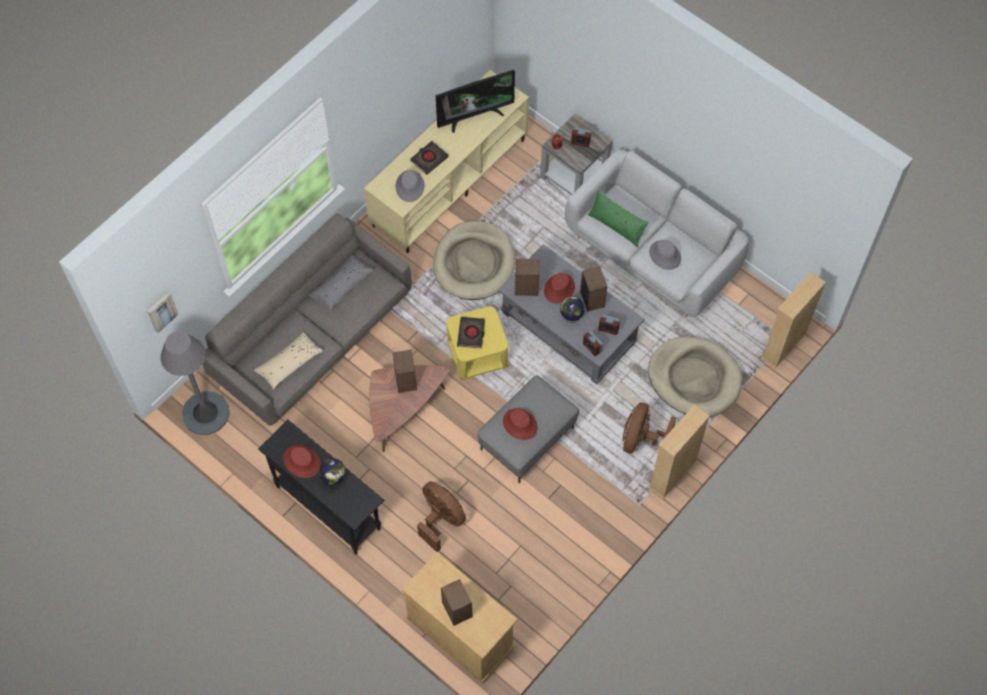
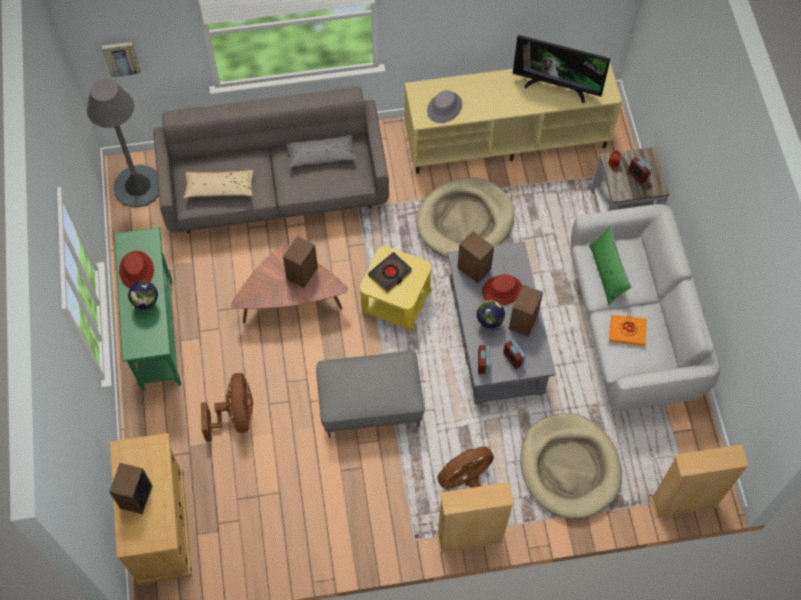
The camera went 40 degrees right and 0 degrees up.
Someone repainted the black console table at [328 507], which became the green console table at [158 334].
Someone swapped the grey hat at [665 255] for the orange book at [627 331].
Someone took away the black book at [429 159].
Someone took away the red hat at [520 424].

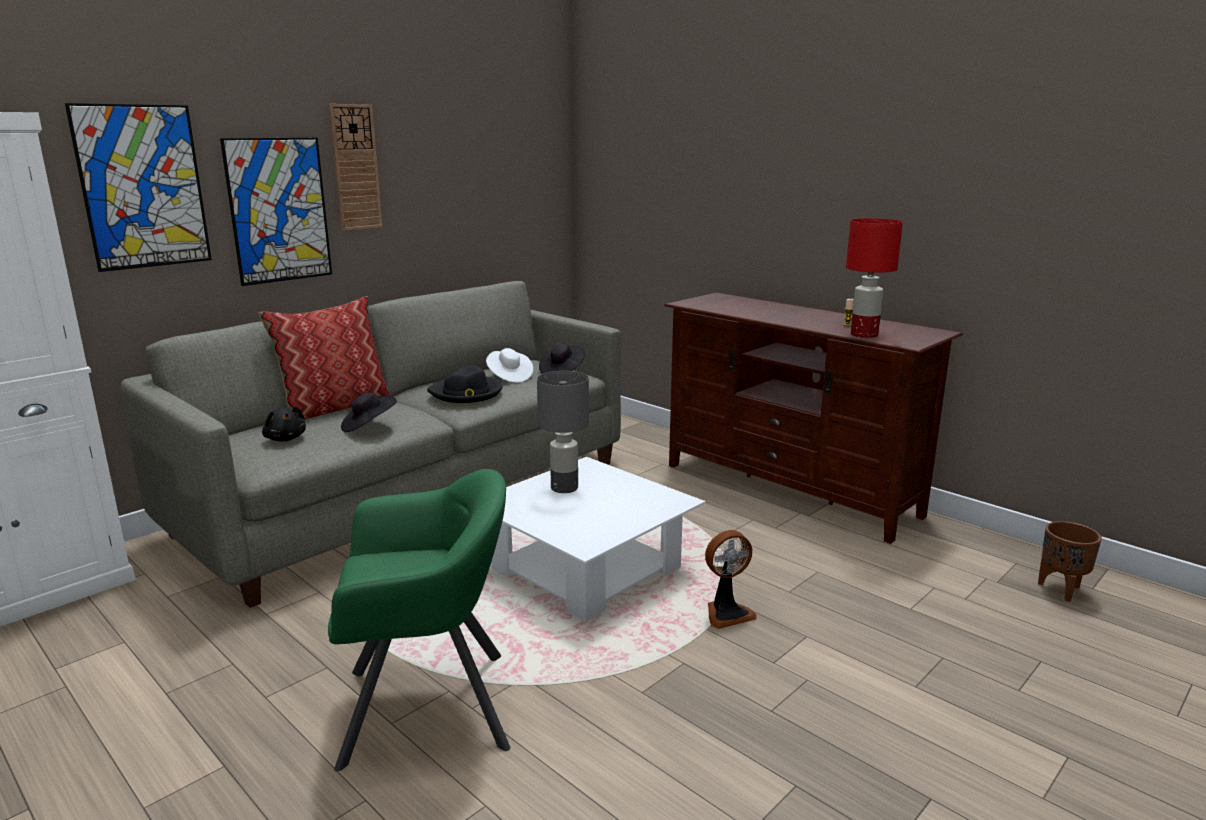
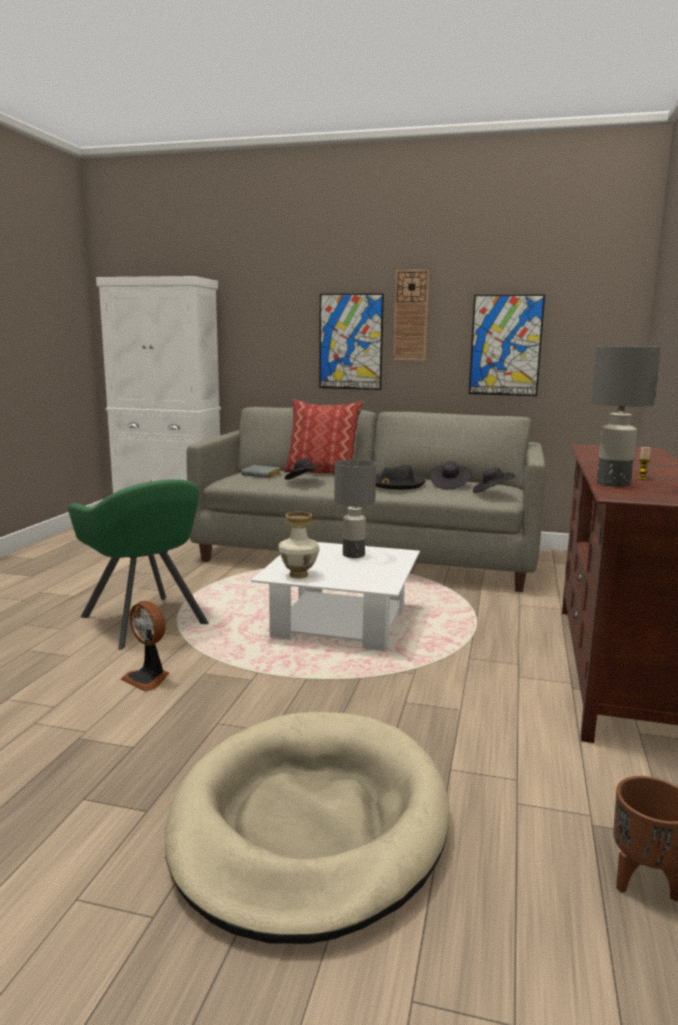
The camera went 60 degrees right and 5 degrees down.
Someone carried the fan from [726 613] to [148 678].
Someone put down the beige dog bed at [310 824].
Someone swapped the black plush toy at [285 438] for the grey book at [262 475].
Someone put down the vase at [299 575].
Someone repainted the white hat at [509 377], which became the black hat at [449 485].
Someone carried the picture from [143 187] to [505 345].
Someone repainted the red table lamp at [863 335], which became the grey table lamp at [612 483].

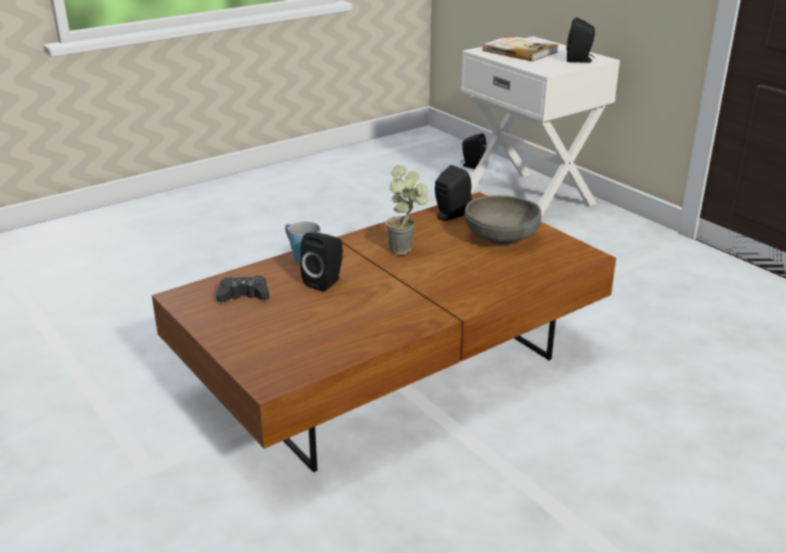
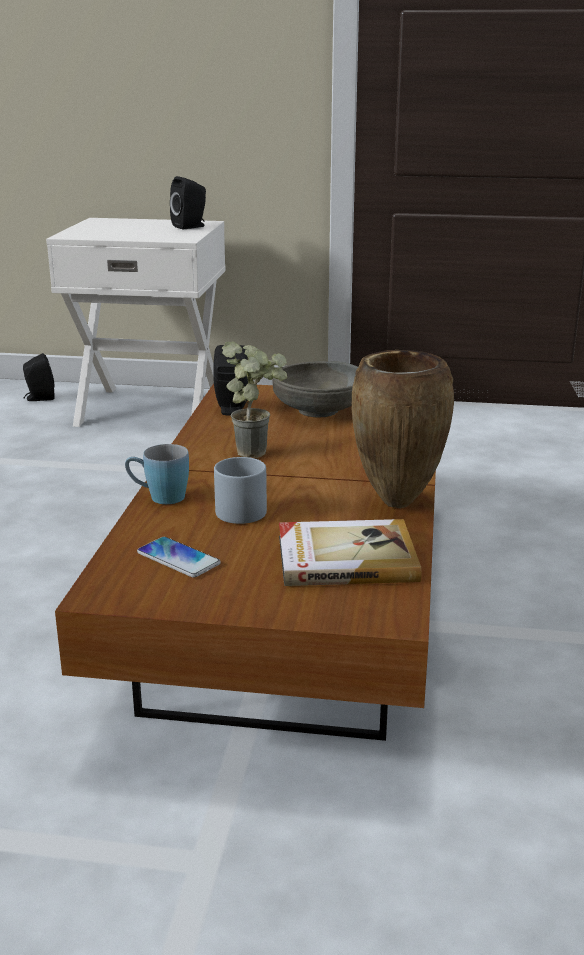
The camera went 45 degrees left and 5 degrees down.
Someone swapped the black game controller at [244 296] for the phone at [178 558].
Someone swapped the black speaker at [325 282] for the grey mug at [239 508].
Someone carried the book from [520 51] to [345 557].
Someone put down the brown vase at [396 504].

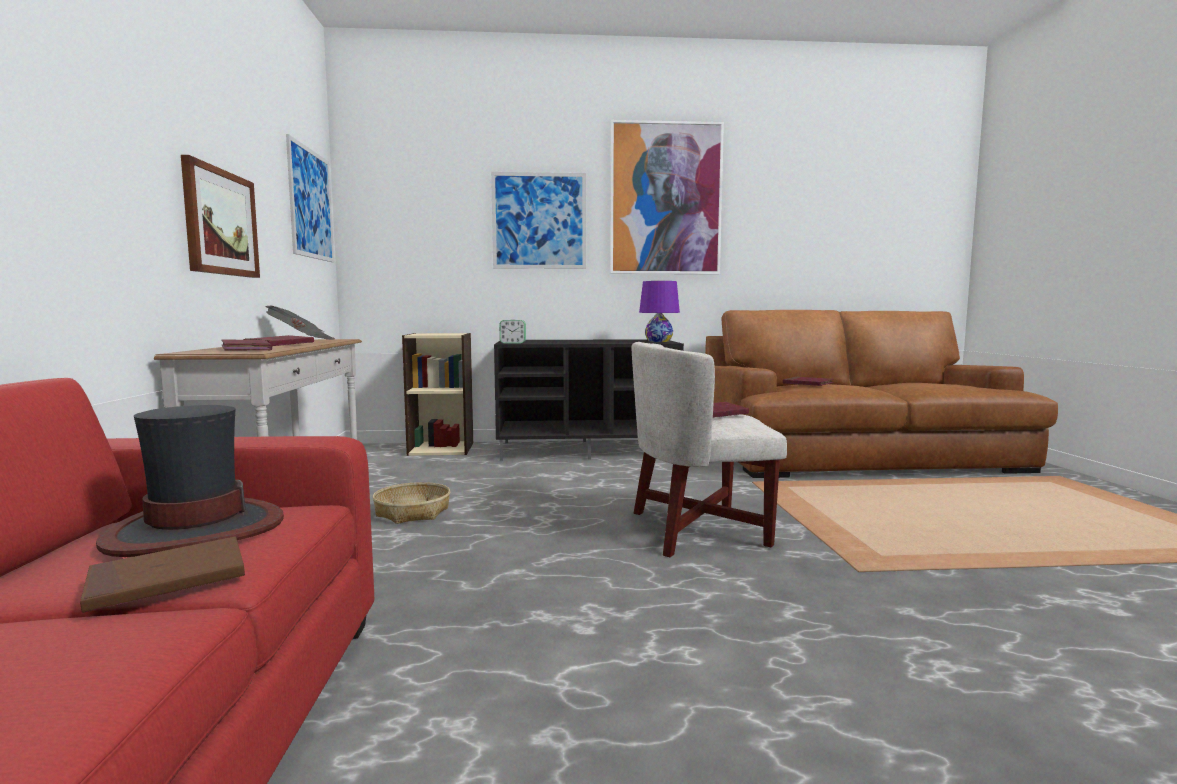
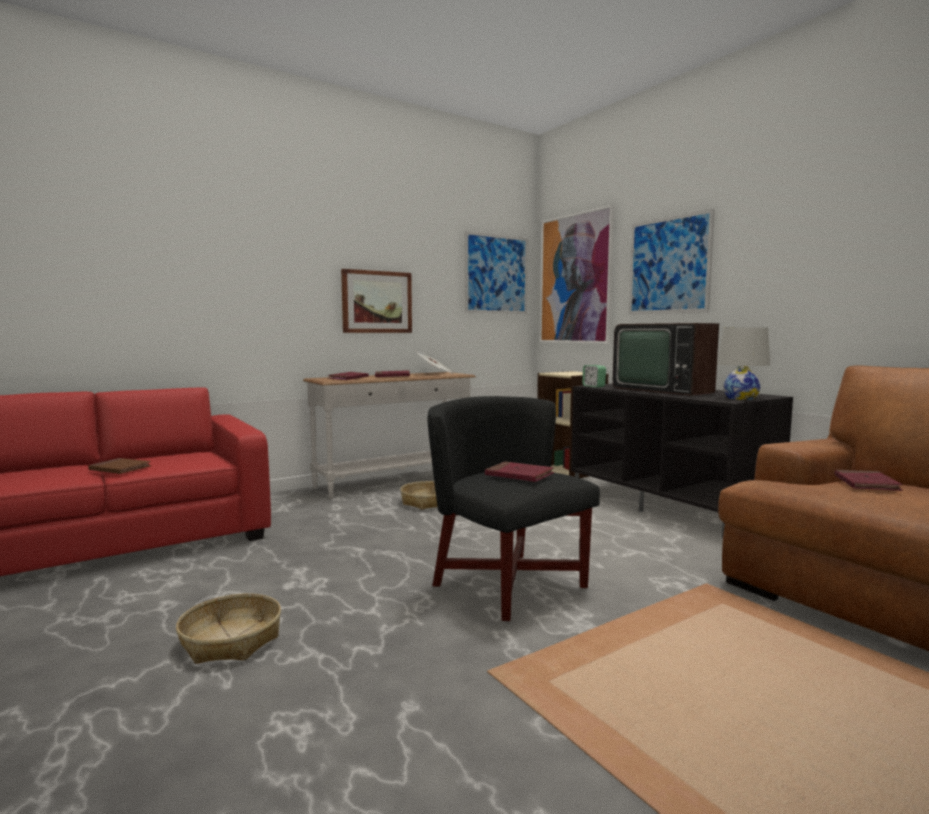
The camera went 60 degrees right and 0 degrees up.
Someone put down the basket at [231 641].
Someone repainted the white armchair at [696 530], which became the black armchair at [510 584].
Someone carried the picture from [665 199] to [575 279].
Someone put down the television at [664 389].
Someone repainted the purple table lamp at [658 341], which became the white table lamp at [740 398].
Someone took away the hat at [195 529].

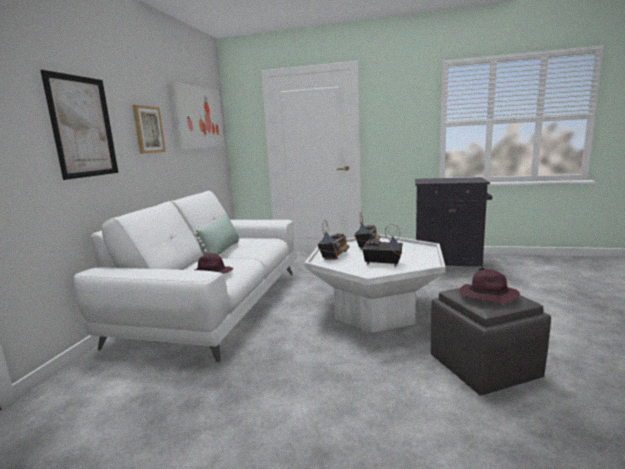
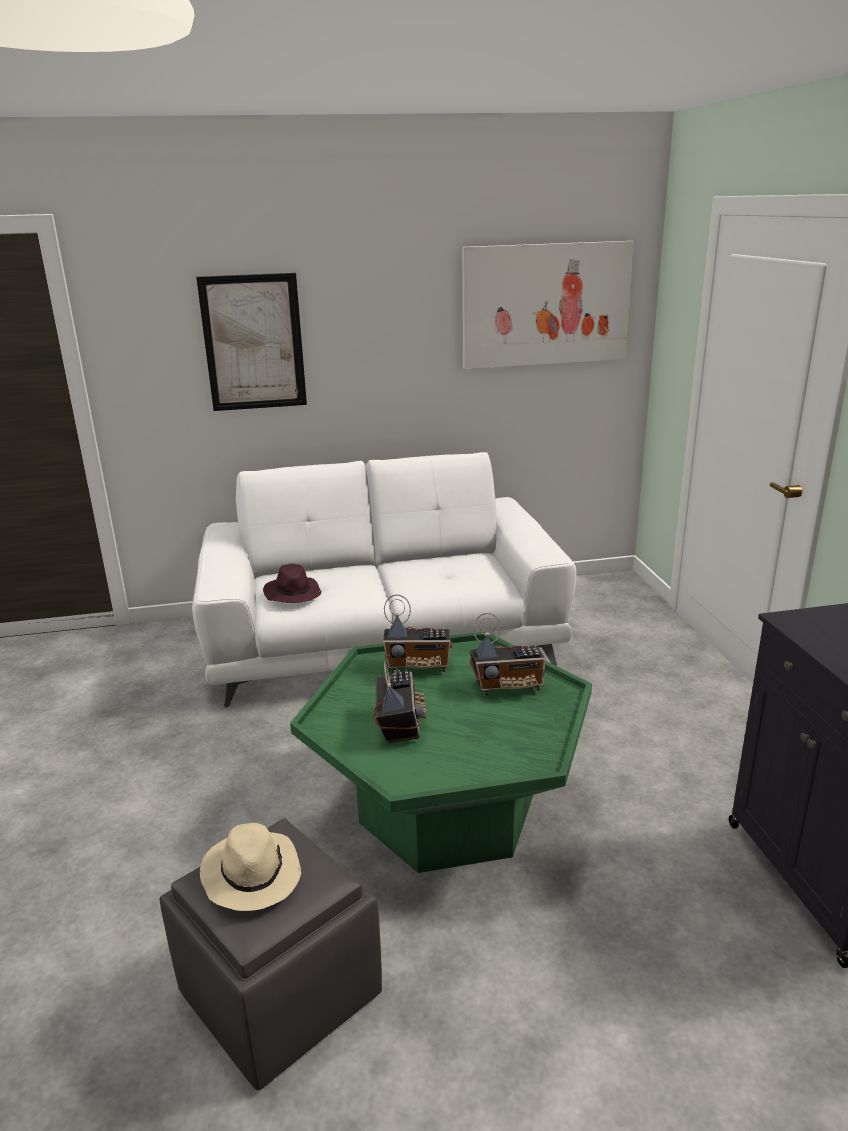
The camera went 65 degrees right and 10 degrees up.
Someone repainted the purple hat at [487 296], which became the beige hat at [251 874].
Someone repainted the white coffee table at [375 311], which became the green coffee table at [447 808].
Someone took away the picture at [148 129].
Someone took away the green pillow at [221 251].

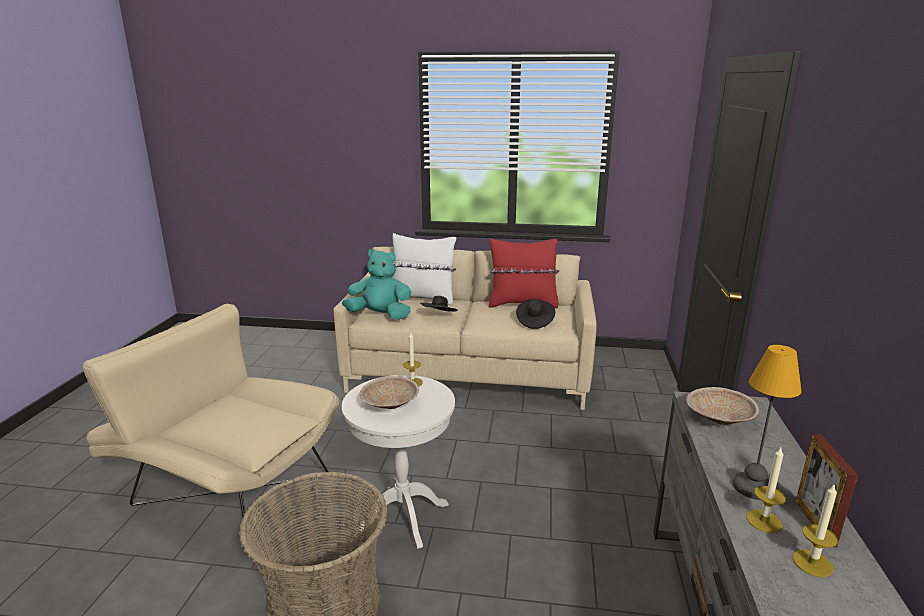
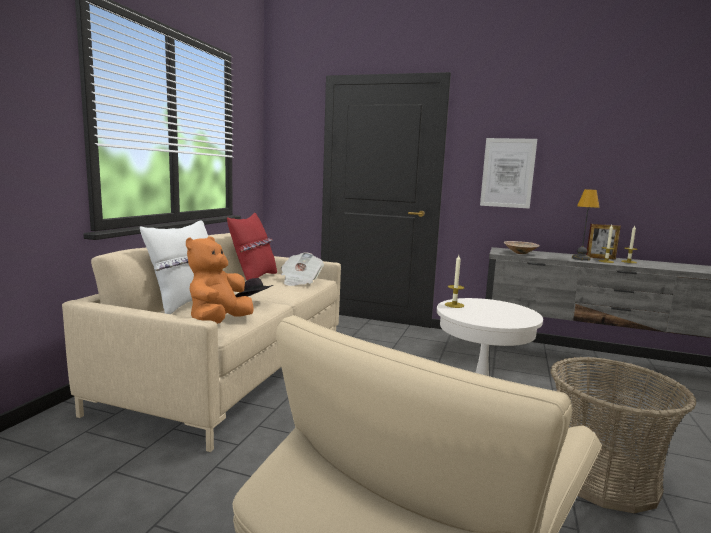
The camera went 80 degrees left and 10 degrees down.
Someone repainted the turquoise plush toy at [380 316], which became the orange plush toy at [218 323].
Someone swapped the black hat at [534 322] for the newspaper at [300 281].
Someone put up the picture at [507 173].
Someone took away the beige bowl at [389 405].

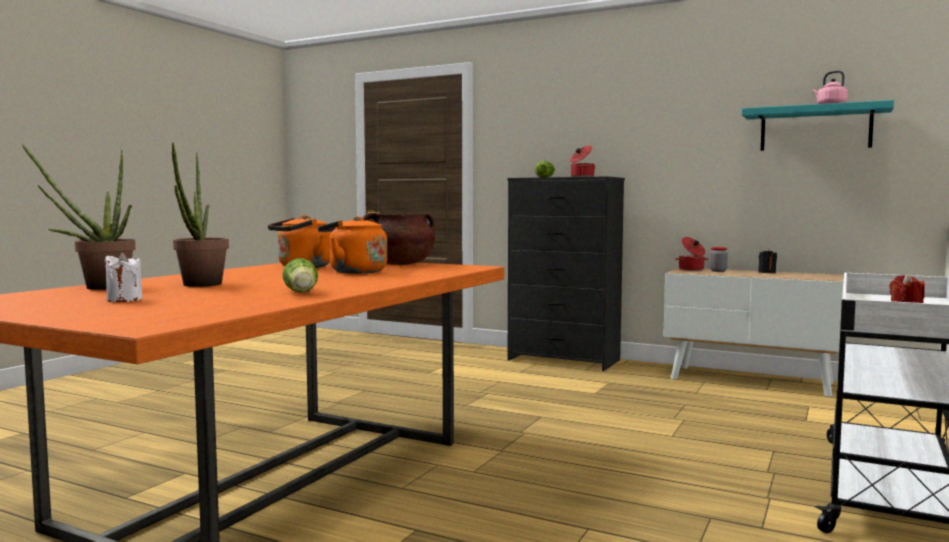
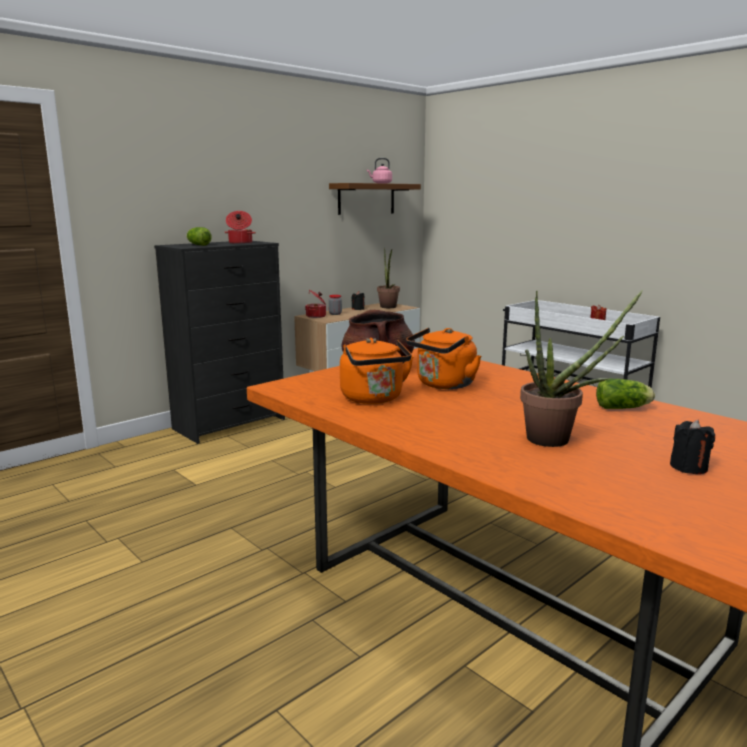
The camera went 70 degrees left and 10 degrees up.
Someone repainted the turquoise shelf at [815 129], which became the brown shelf at [366 199].
Someone carried the potted plant from [97 287] to [388 307].
Someone repainted the white candle at [124 300], which became the black candle at [688 467].

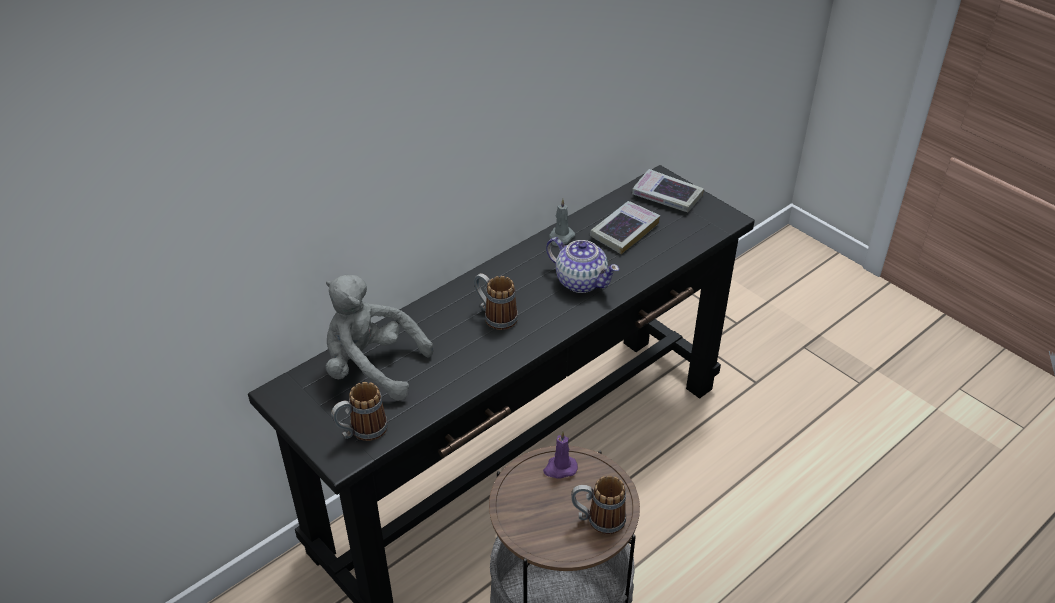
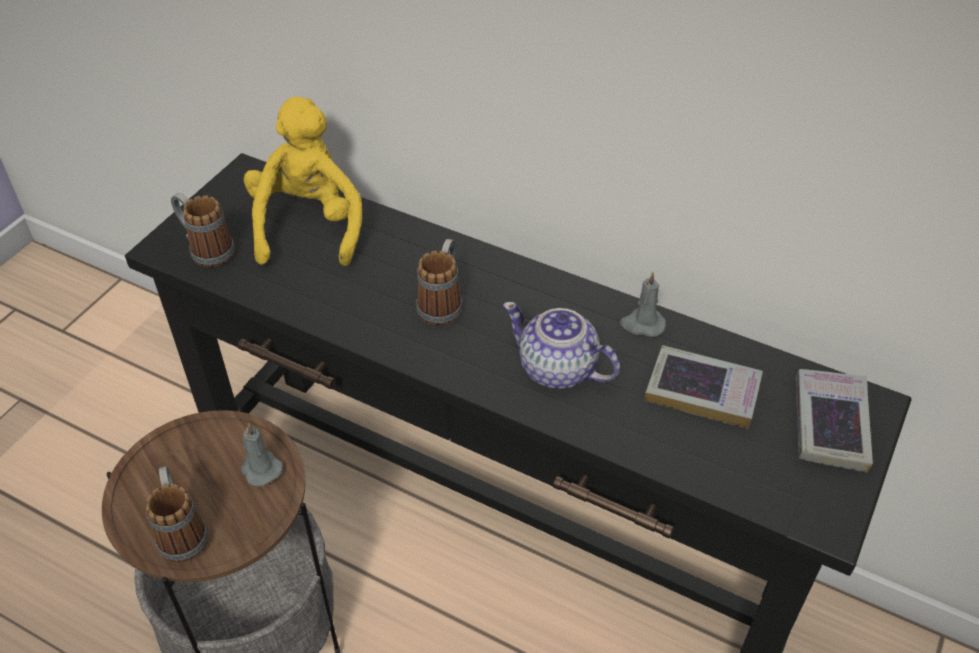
The camera went 70 degrees right and 5 degrees up.
Someone repainted the purple candle at [560 468], which became the grey candle at [260 468].
Someone repainted the grey plush toy at [371 368], which became the yellow plush toy at [308 226].
Someone rotated the teapot at [580 281] by 105 degrees clockwise.

